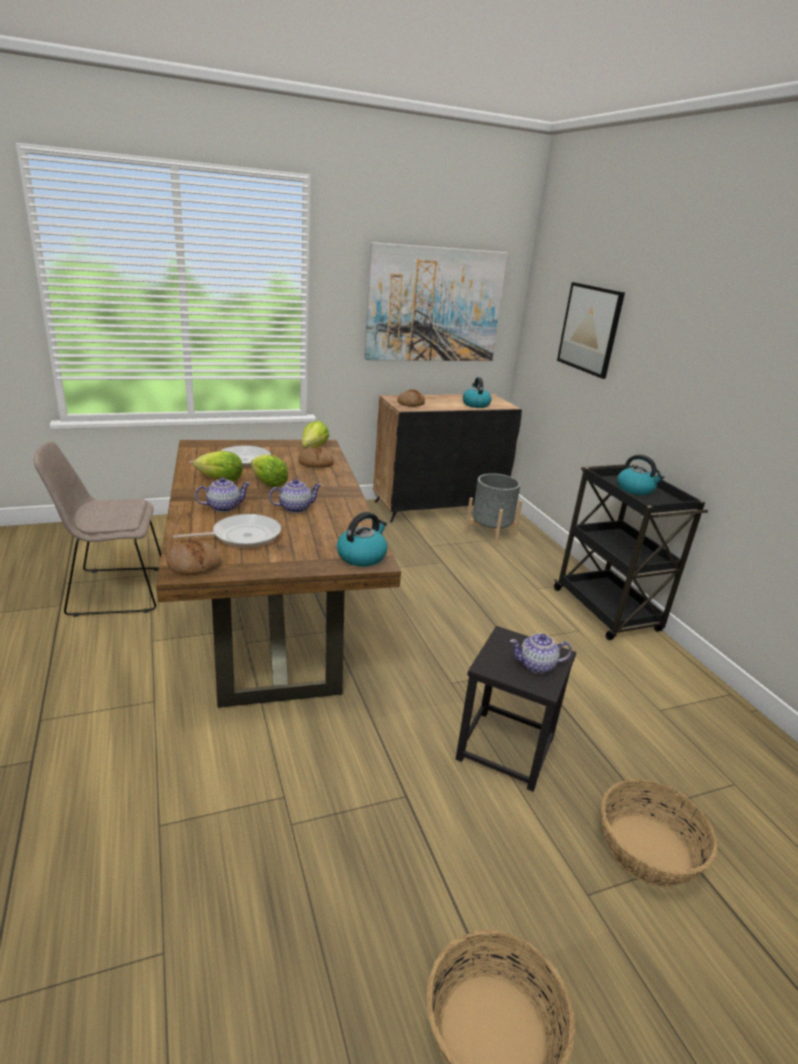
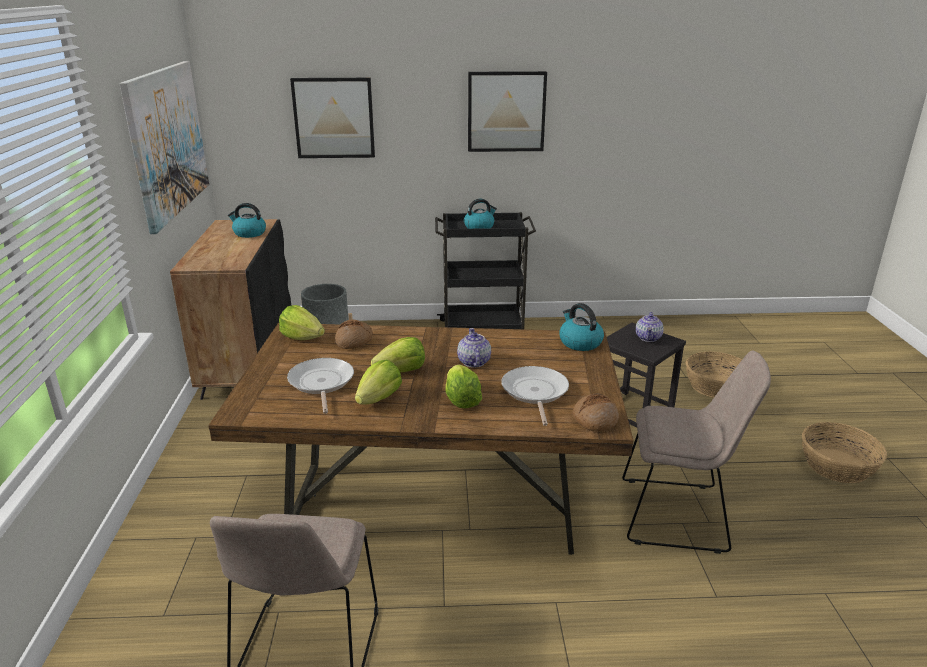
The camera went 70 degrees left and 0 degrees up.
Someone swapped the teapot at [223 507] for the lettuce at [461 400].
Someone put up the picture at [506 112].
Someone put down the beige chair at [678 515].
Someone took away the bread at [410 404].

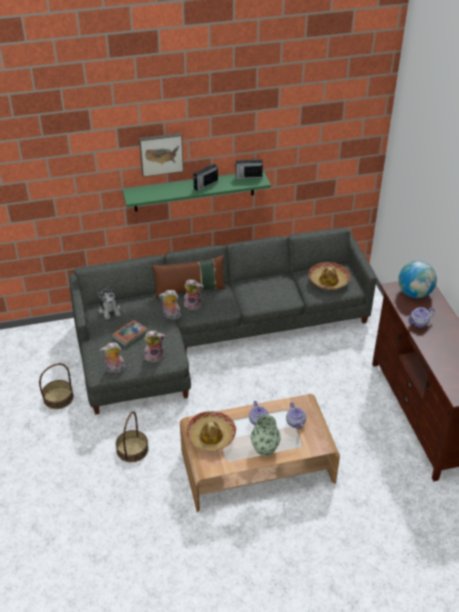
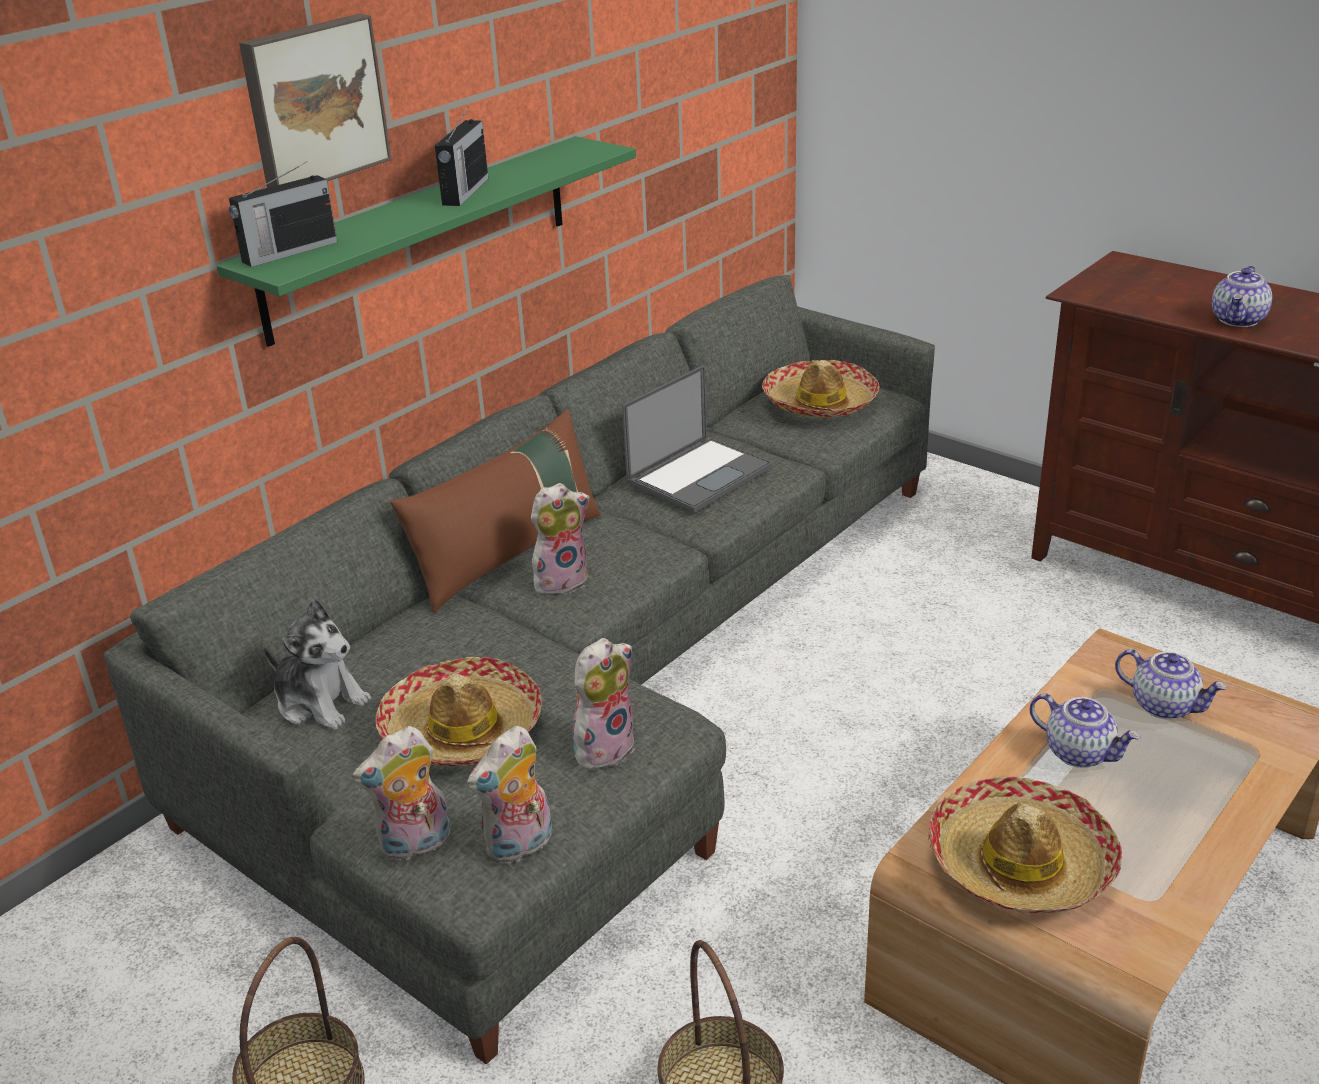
The camera went 35 degrees left and 10 degrees down.
Someone carried the radio from [248 177] to [288 252].
Someone carried the plush toy from [171 316] to [415 845].
Someone swapped the book at [129 335] for the hat at [463 730].
Someone put down the laptop at [700 474].
Someone took away the vase at [265 448].
Someone took away the globe at [414 293].

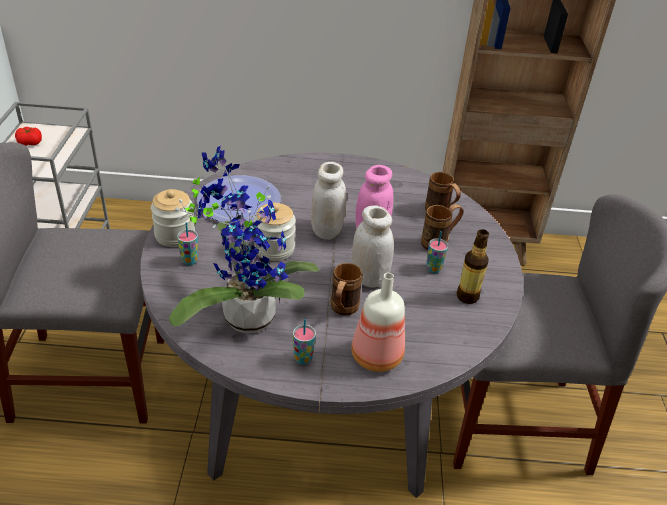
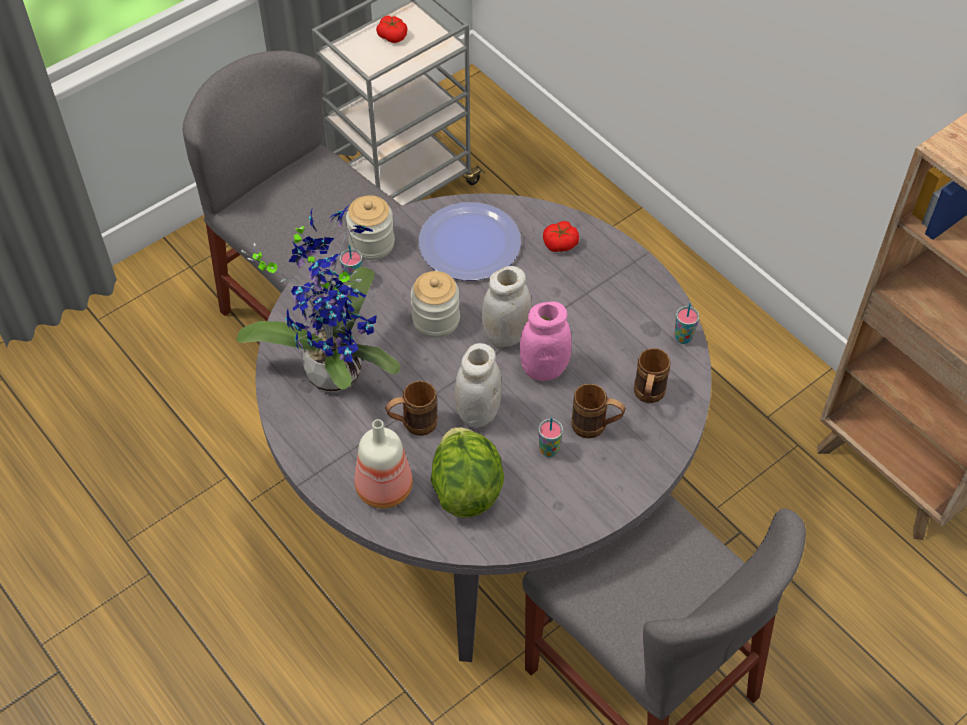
The camera went 50 degrees right and 15 degrees up.
Someone put down the lettuce at [466 487].
Someone put down the tomato at [560 243].
Someone carried the cup from [303 358] to [683 337].
Someone took away the bottle at [467 296].

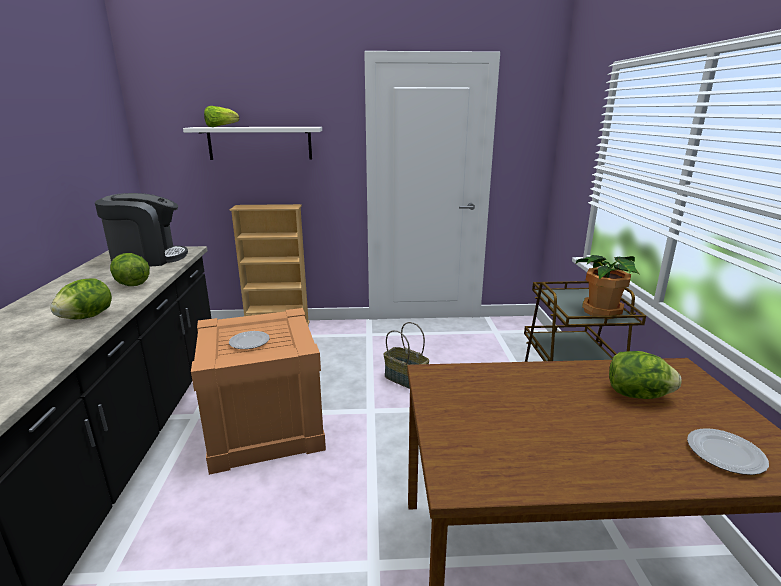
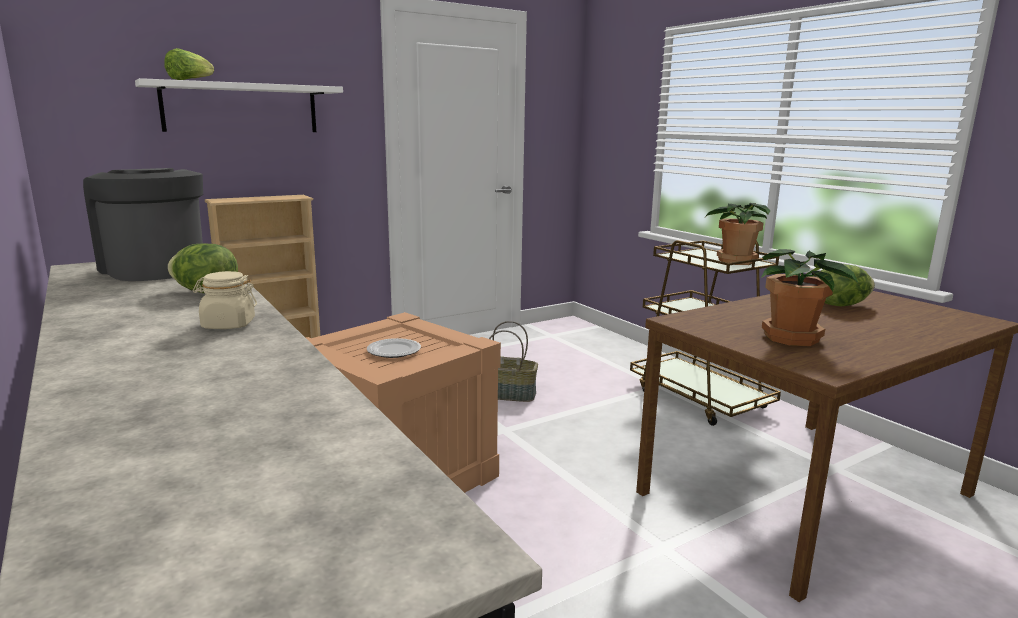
The camera went 30 degrees left and 5 degrees down.
Someone rotated the coffee machine at [148 258] by 90 degrees counterclockwise.
Someone swapped the lettuce at [87 317] for the beige jar at [228 325].
Someone put down the potted plant at [793 339].
Someone took away the plate at [724 454].

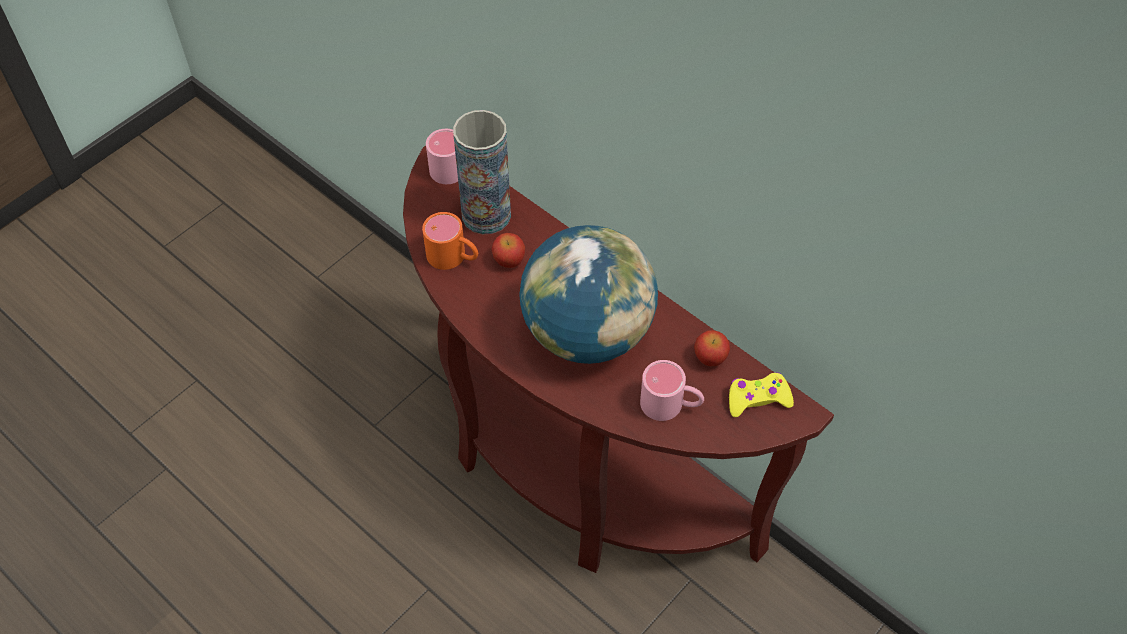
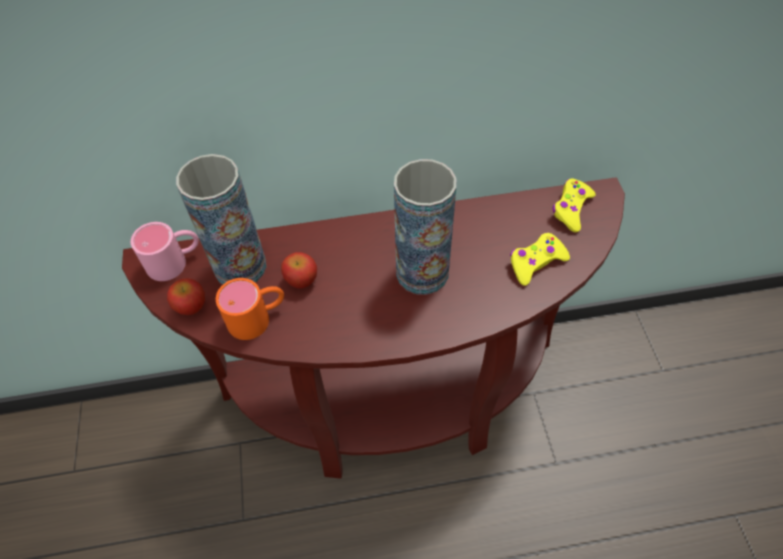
The camera went 50 degrees left and 0 degrees up.
Someone carried the apple from [710 358] to [191 306].
Someone swapped the globe at [587 332] for the vase at [422 272].
Someone swapped the pink mug at [671 405] for the yellow game controller at [536 262].

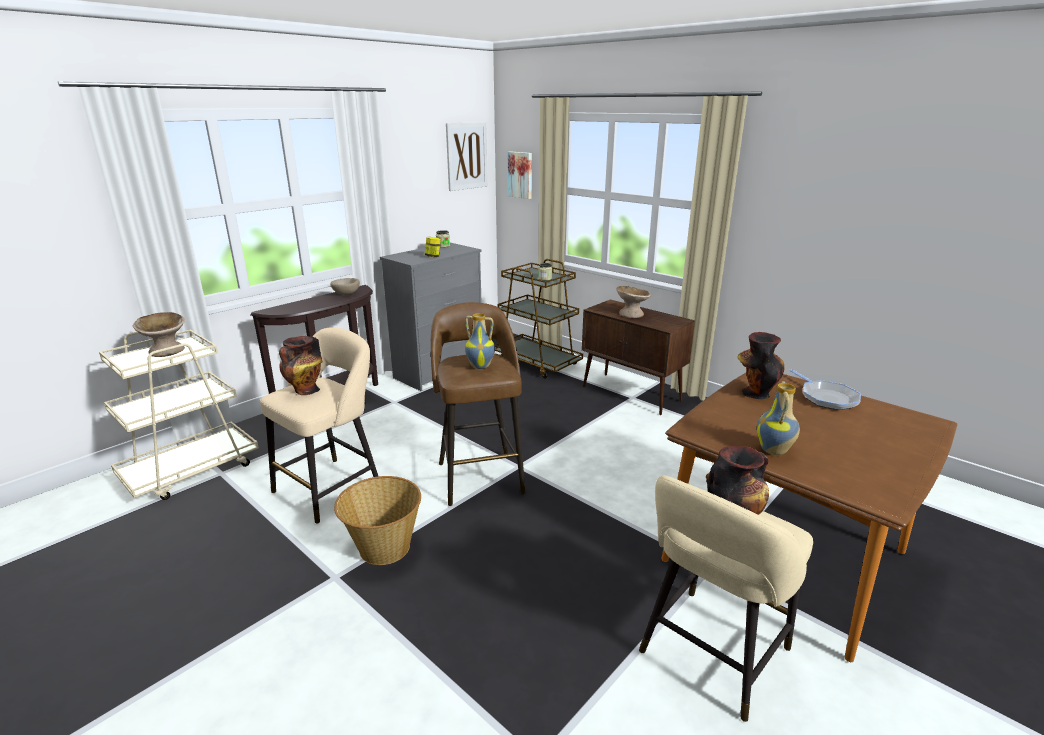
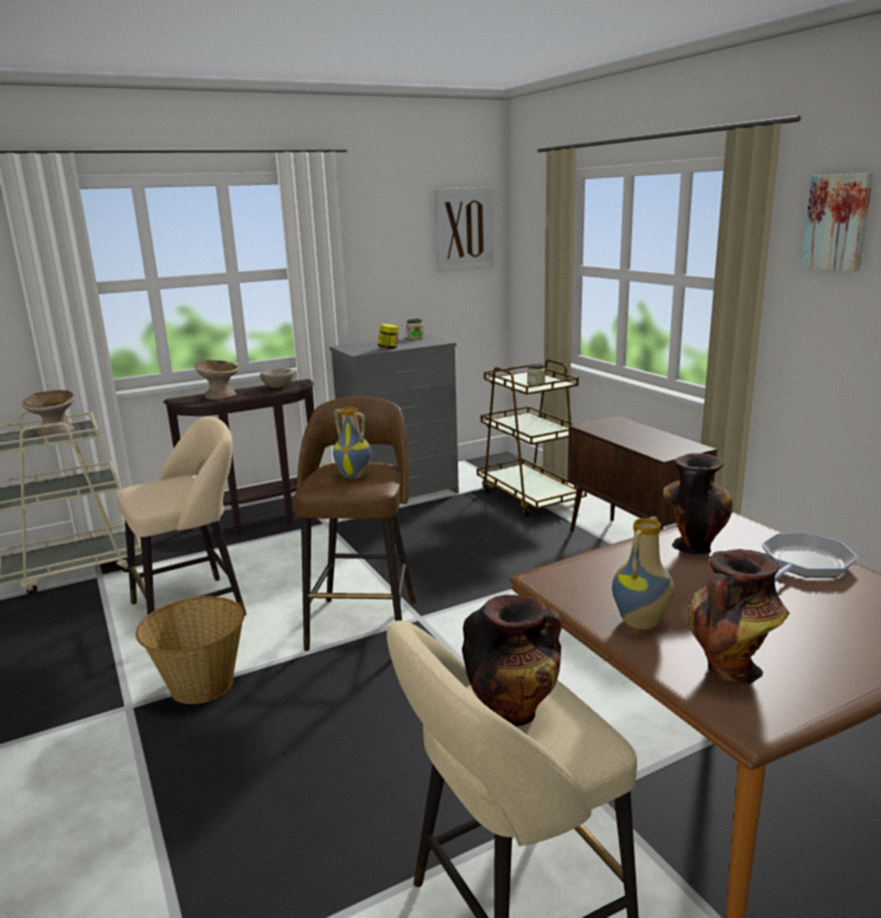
The camera went 20 degrees right and 5 degrees down.
Someone carried the beige bowl from [631 314] to [220 396].
Someone carried the vase from [306 390] to [731 669].
Someone rotated the frying pan at [826 397] by 135 degrees counterclockwise.
Someone carried the picture from [521 175] to [838 222].

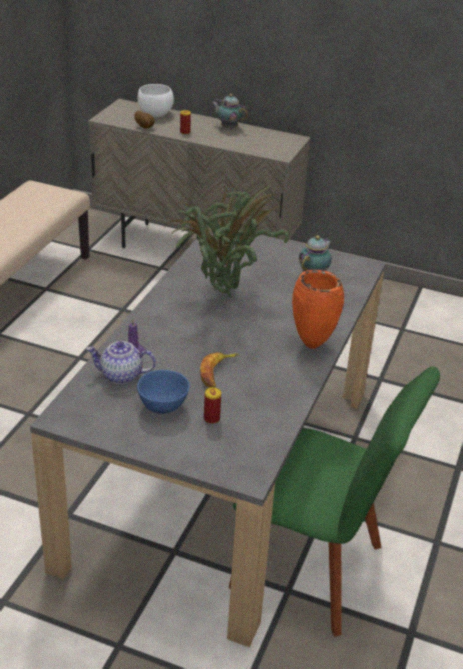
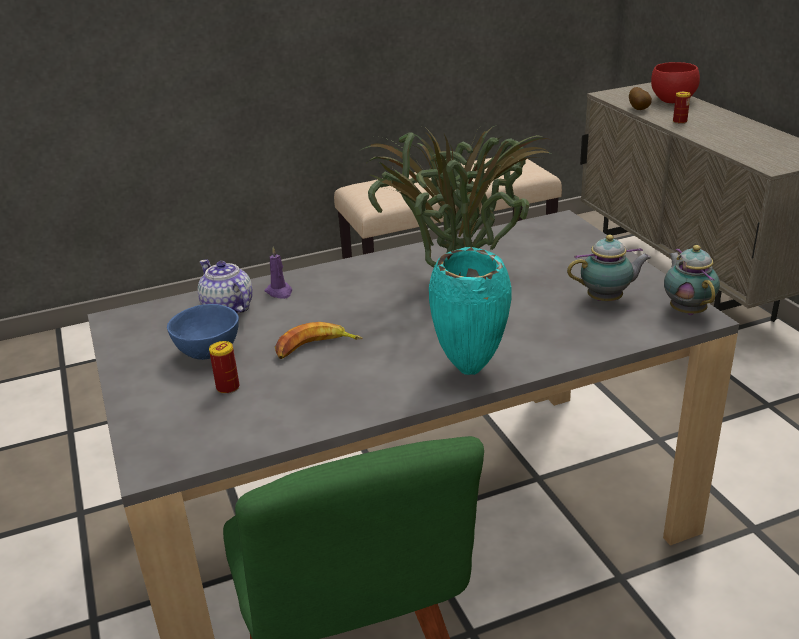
The camera went 50 degrees right and 5 degrees down.
Someone repainted the orange vase at [313 344], which became the turquoise vase at [471 370].
Someone repainted the white bowl at [155 114], which became the red bowl at [672 101].
Someone carried the teapot from [228 127] to [686 310].

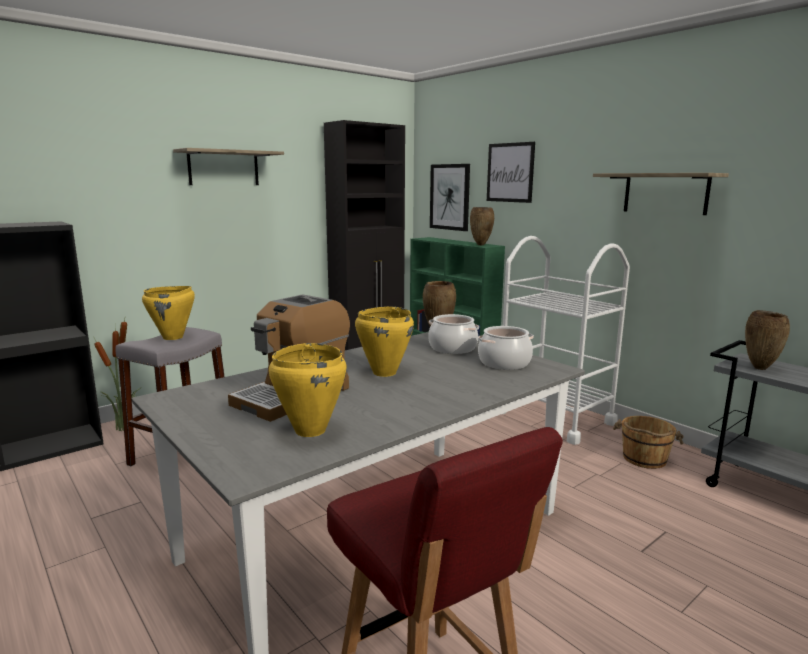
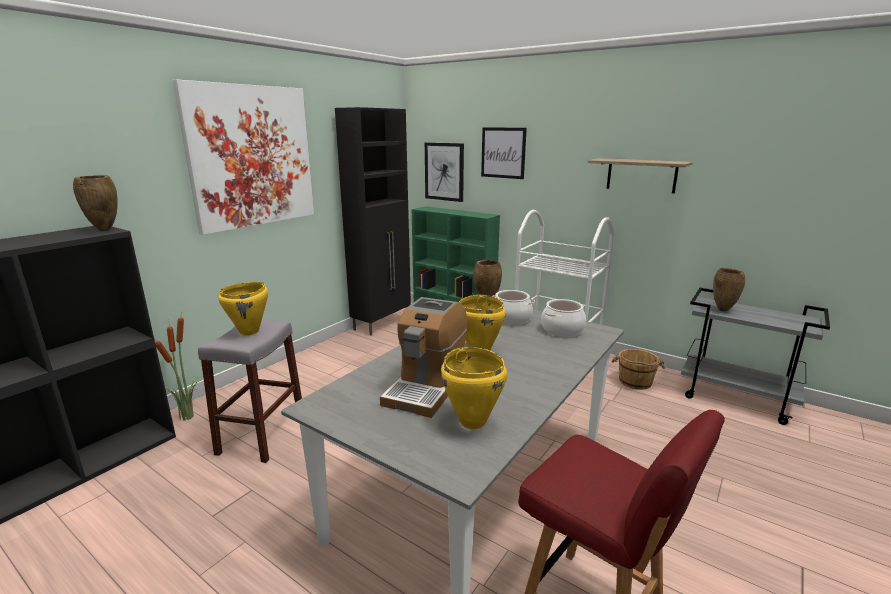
The camera went 15 degrees left and 5 degrees up.
Someone carried the brown vase from [481 245] to [105 230].
Someone swapped the shelf at [223 168] for the picture at [252 157].

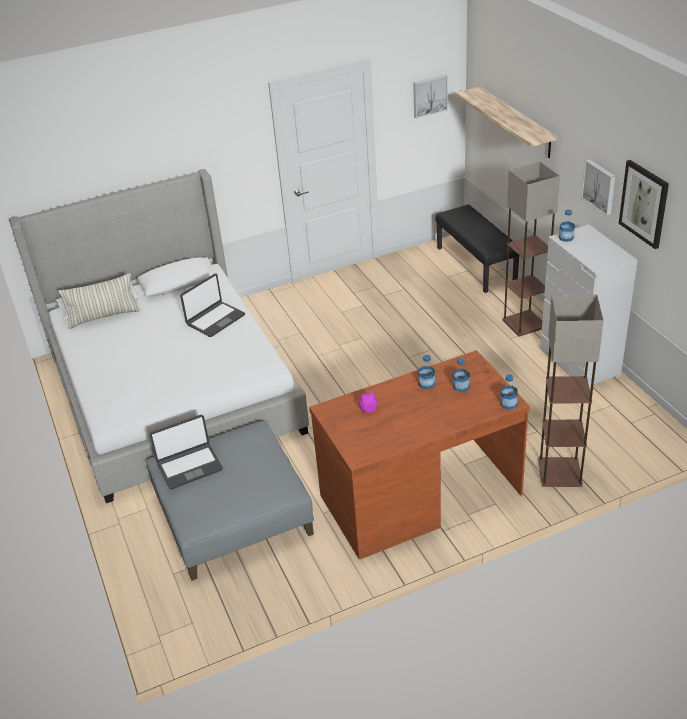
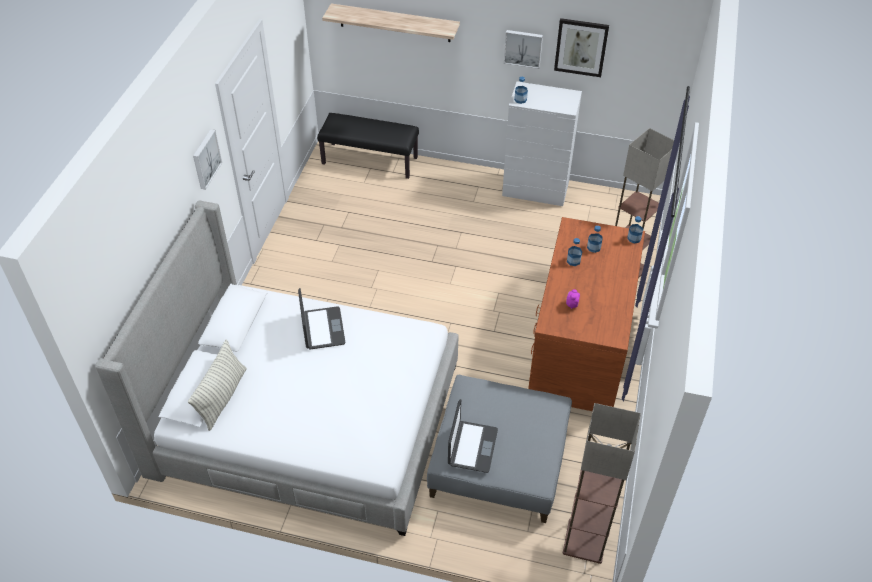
The camera went 55 degrees left and 10 degrees up.
Someone carried the picture from [429 95] to [205 159].
Someone carried the floor lamp from [524 324] to [585 542].

